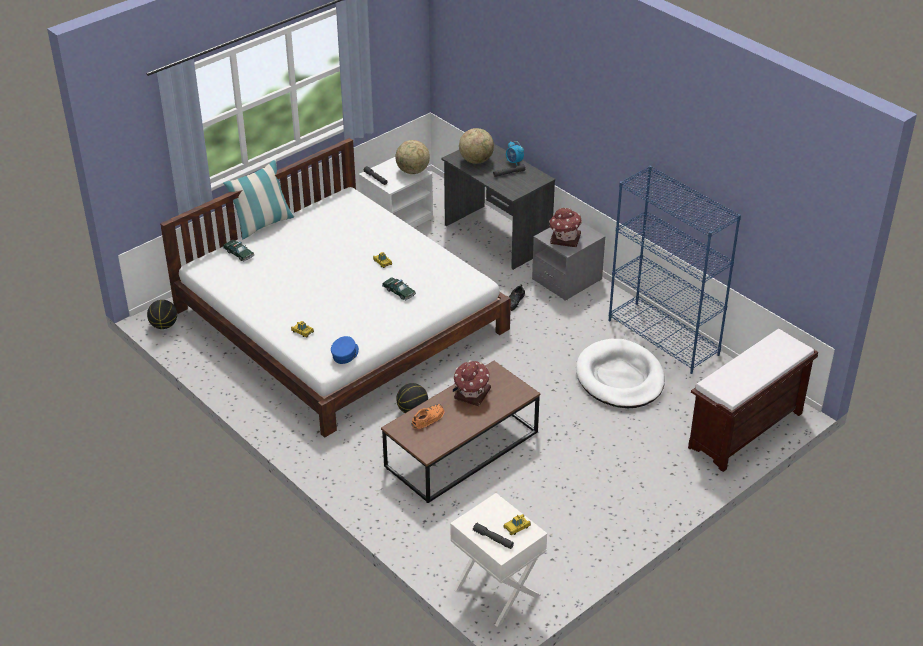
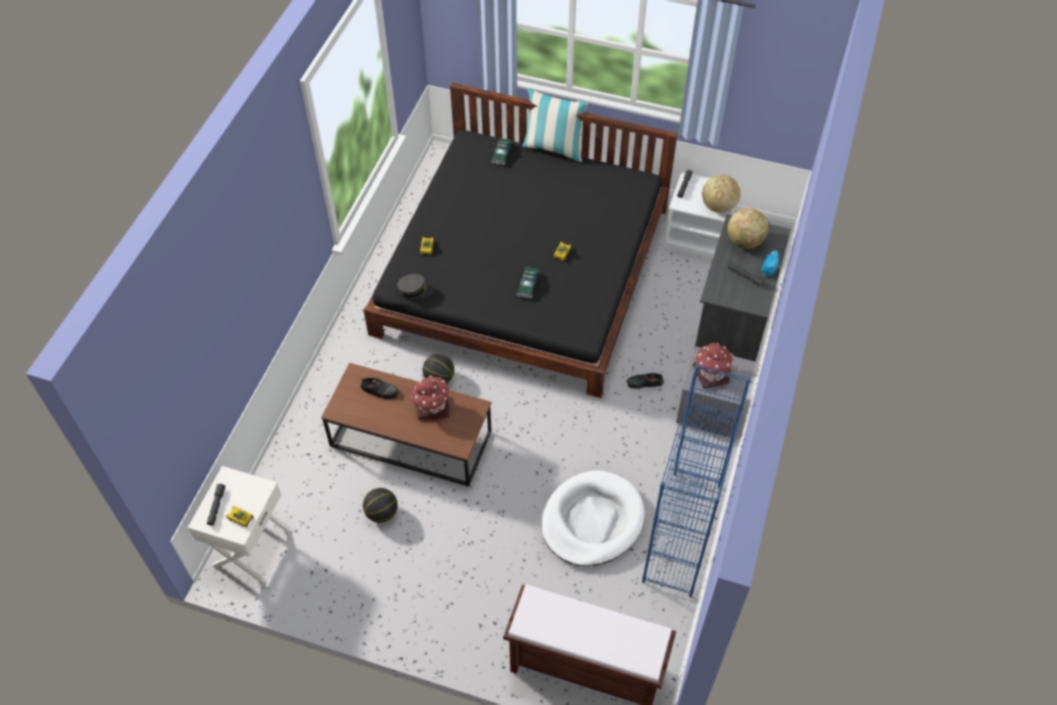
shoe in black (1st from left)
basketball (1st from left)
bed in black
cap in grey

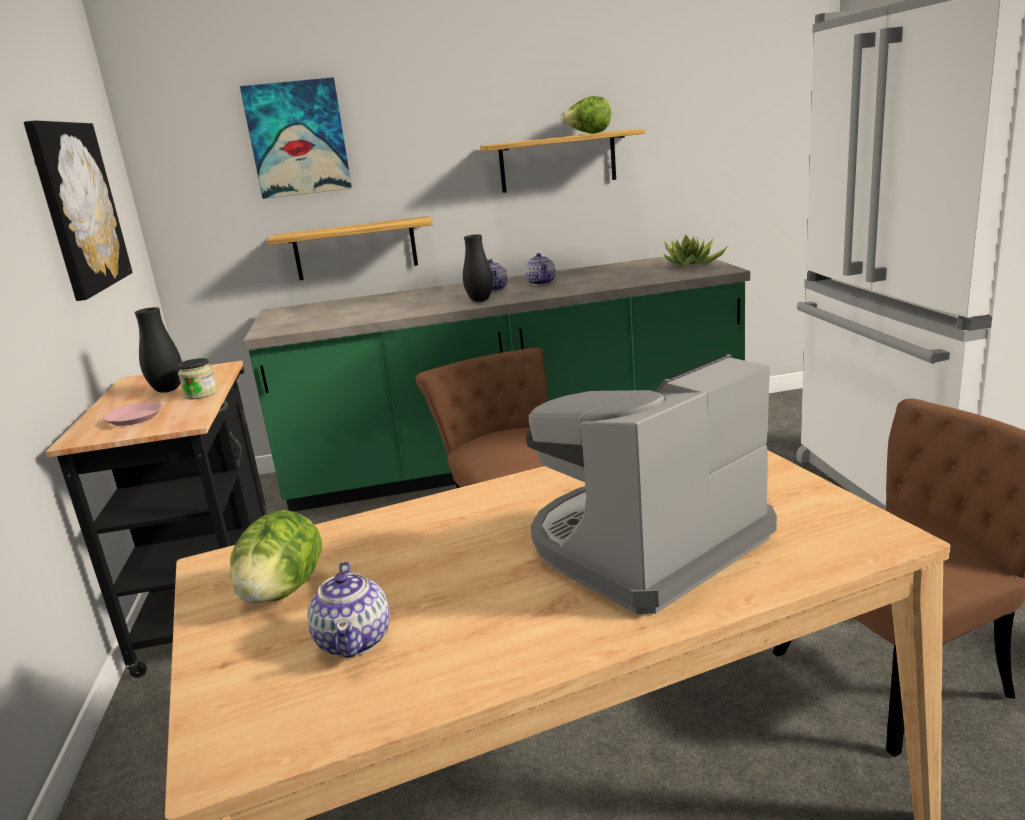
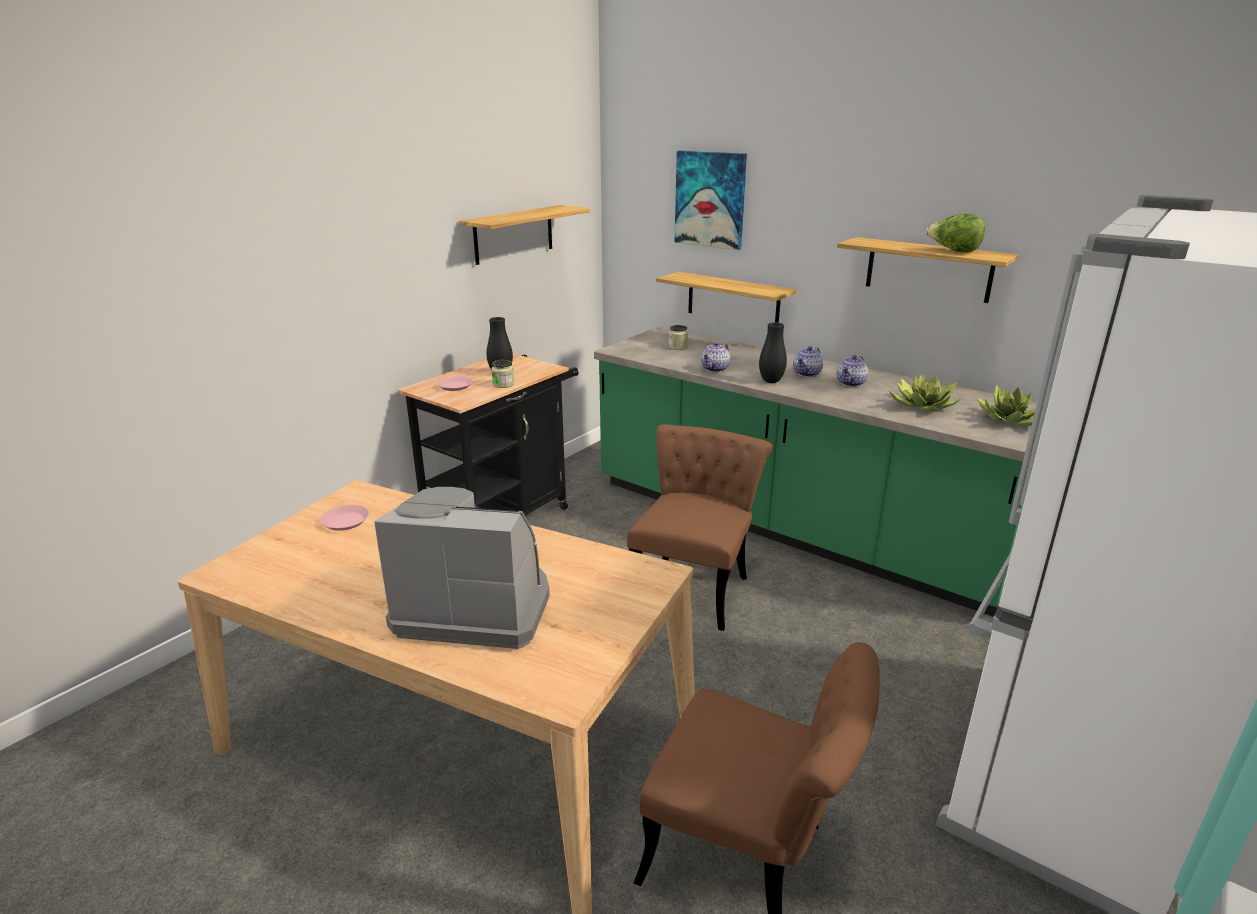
plate in pink (1st from left)
shelf (1st from left)
jar (2nd from left)
teapot (1st from left)
potted plant (1st from left)

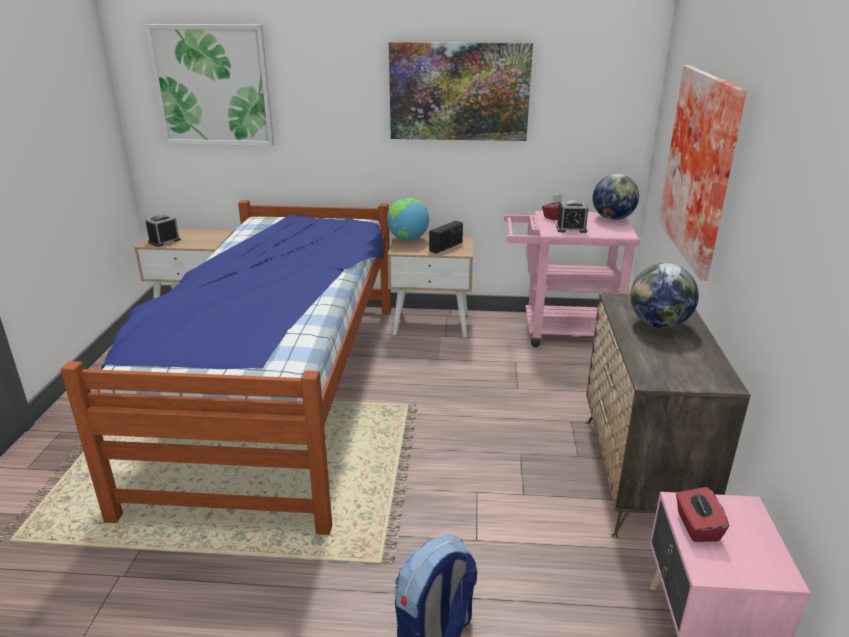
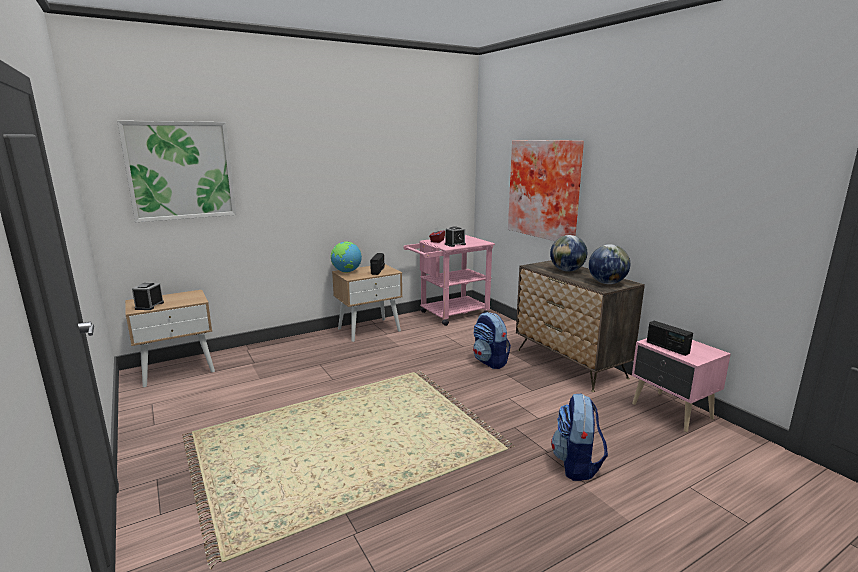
backpack (1st from left)
globe (3rd from left)
radio (2nd from left)
bed
picture (2nd from left in the first image)

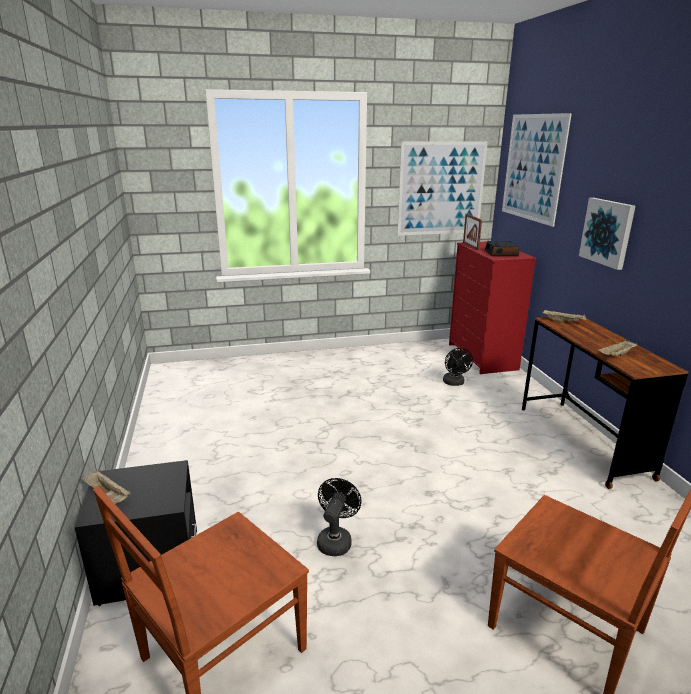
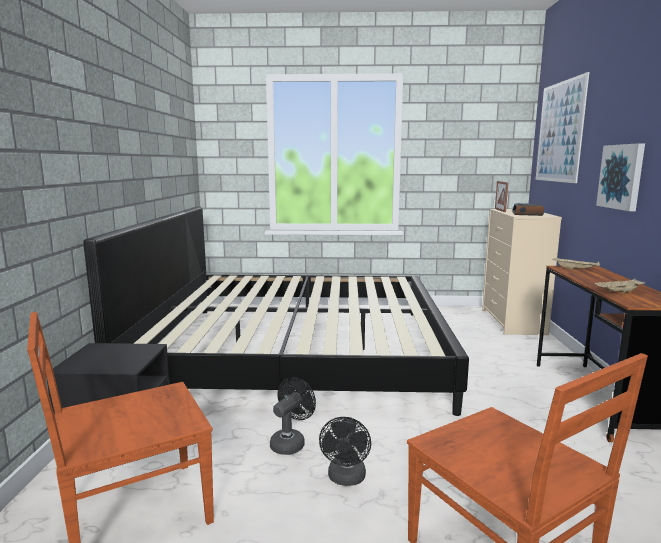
bed
fan in black (2nd from left)
dresser in beige
tray in beige (1st from left in the first image)
picture (1st from left in the first image)

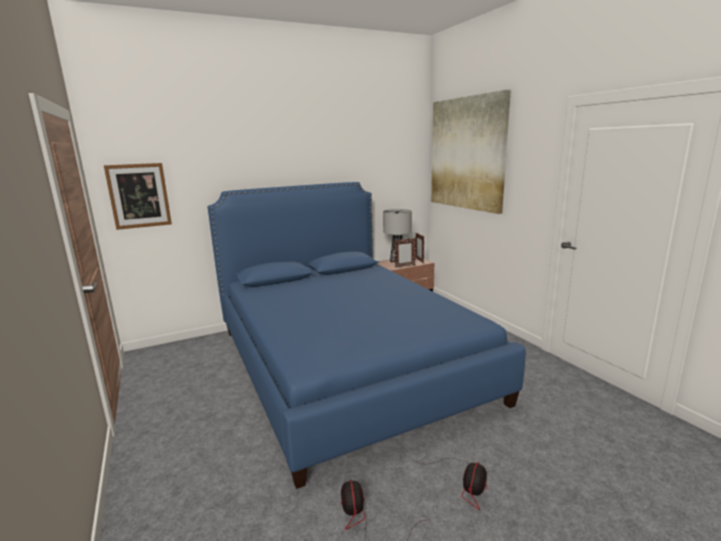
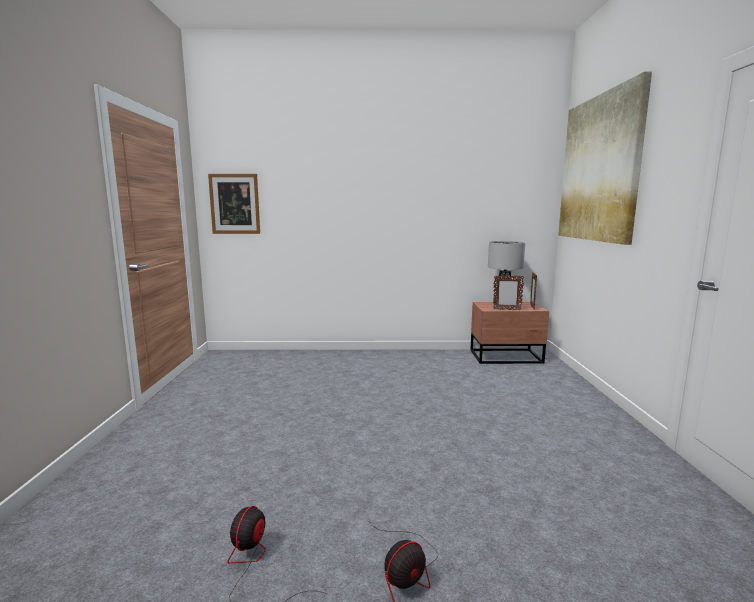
bed in blue

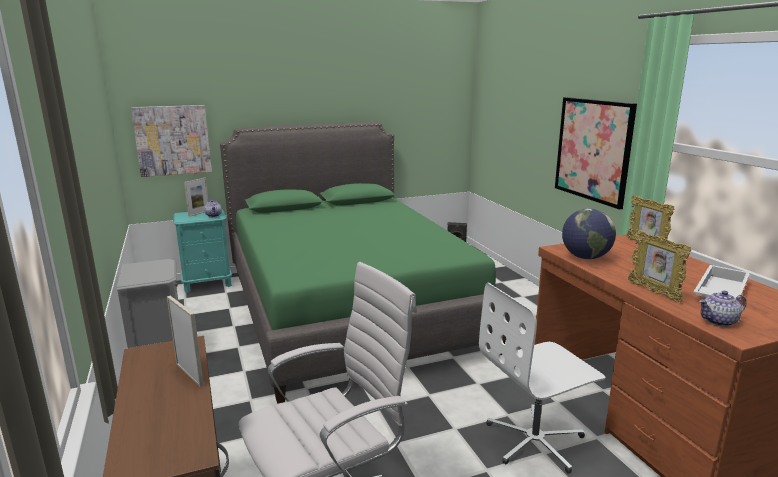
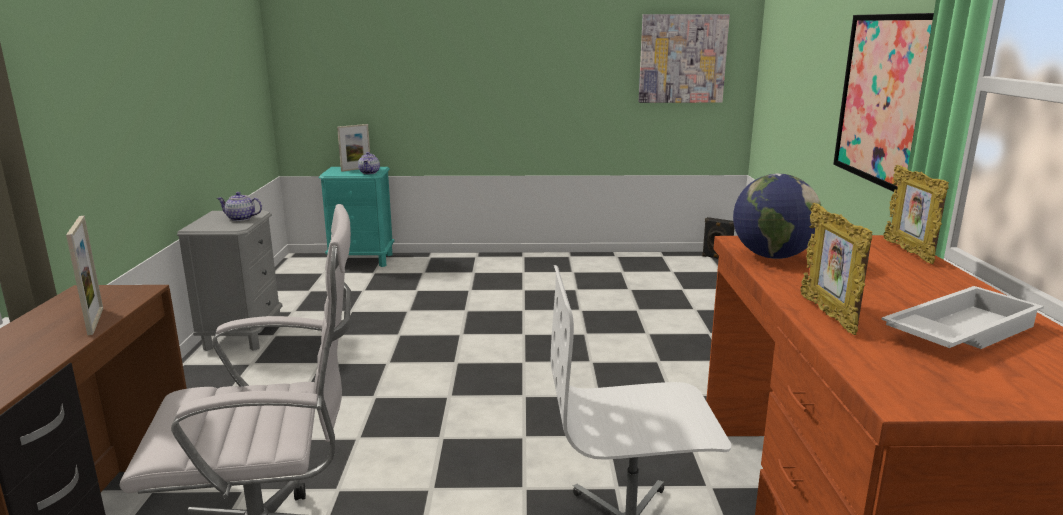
teapot (1st from left)
picture (1st from left)
bed in green

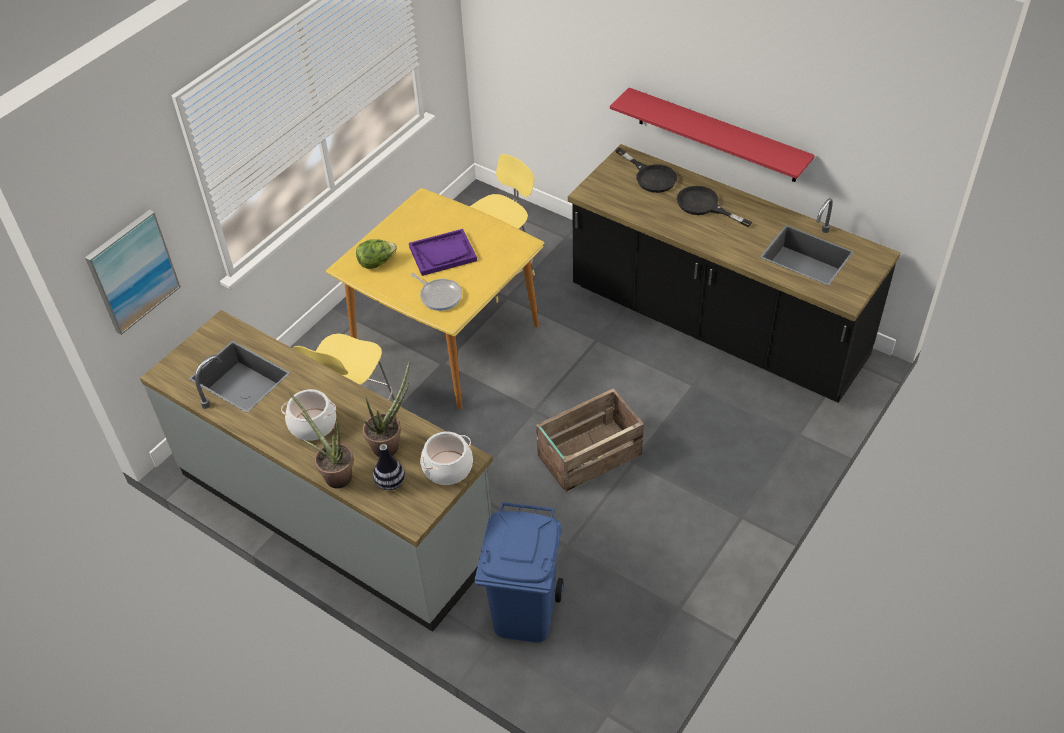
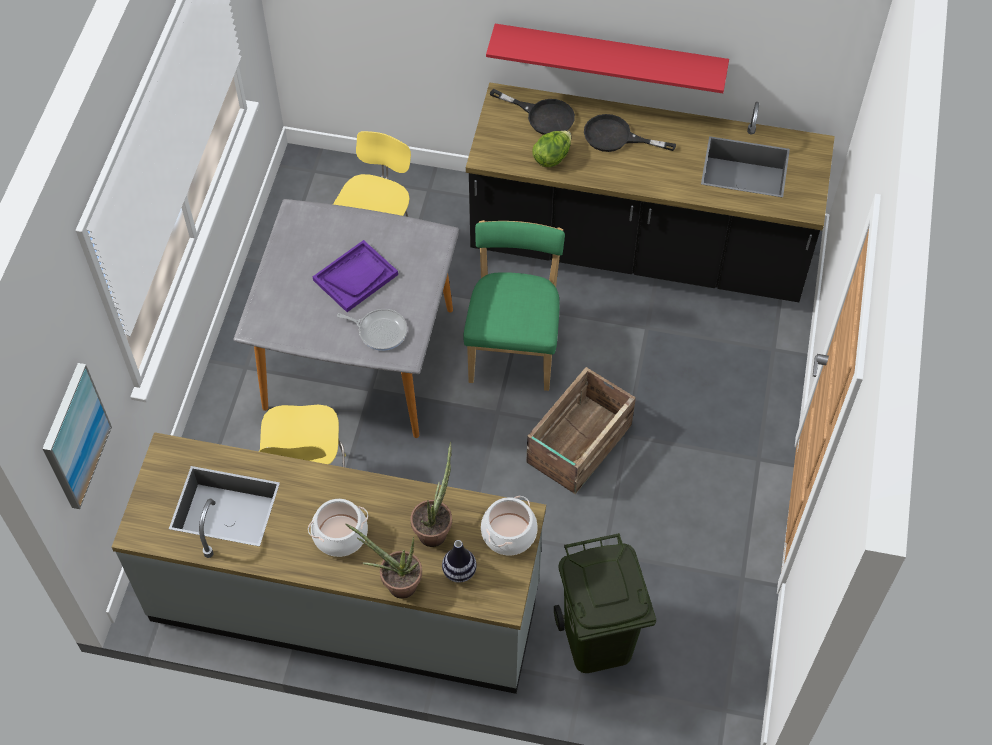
dining table in grey
chair in green
lettuce
trash can in green

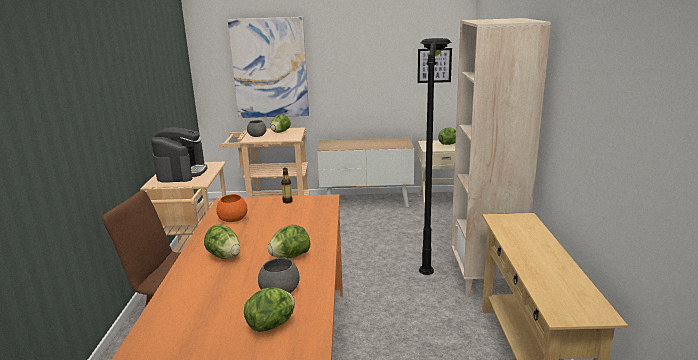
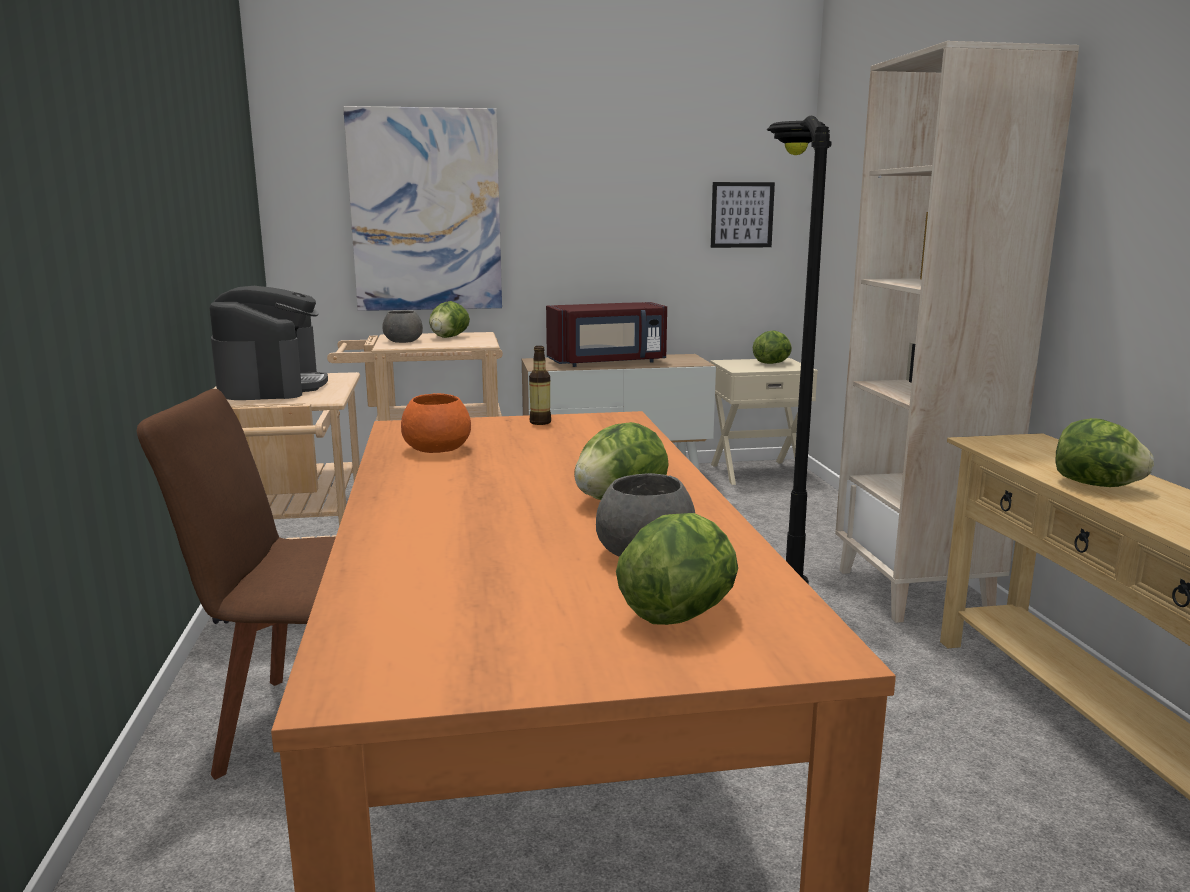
microwave in red
lettuce (5th from left)

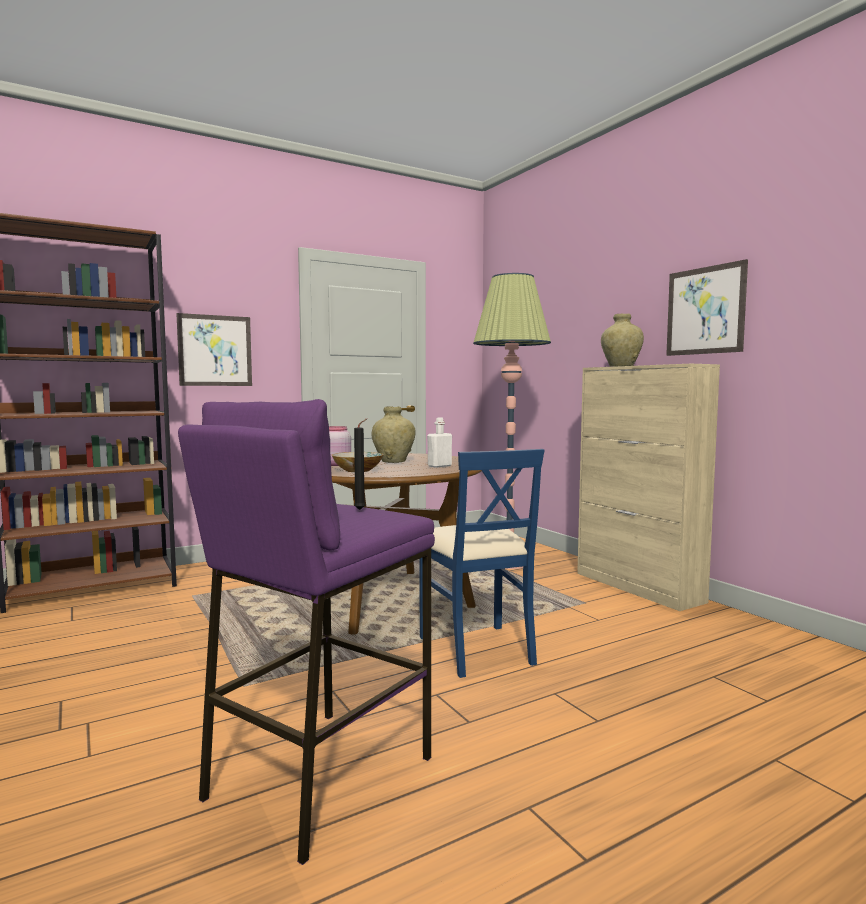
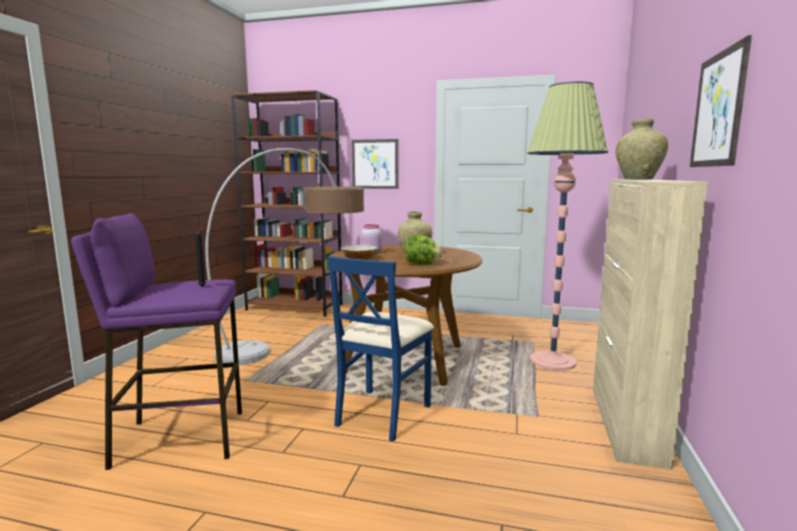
floor lamp (1st from left)
lettuce

